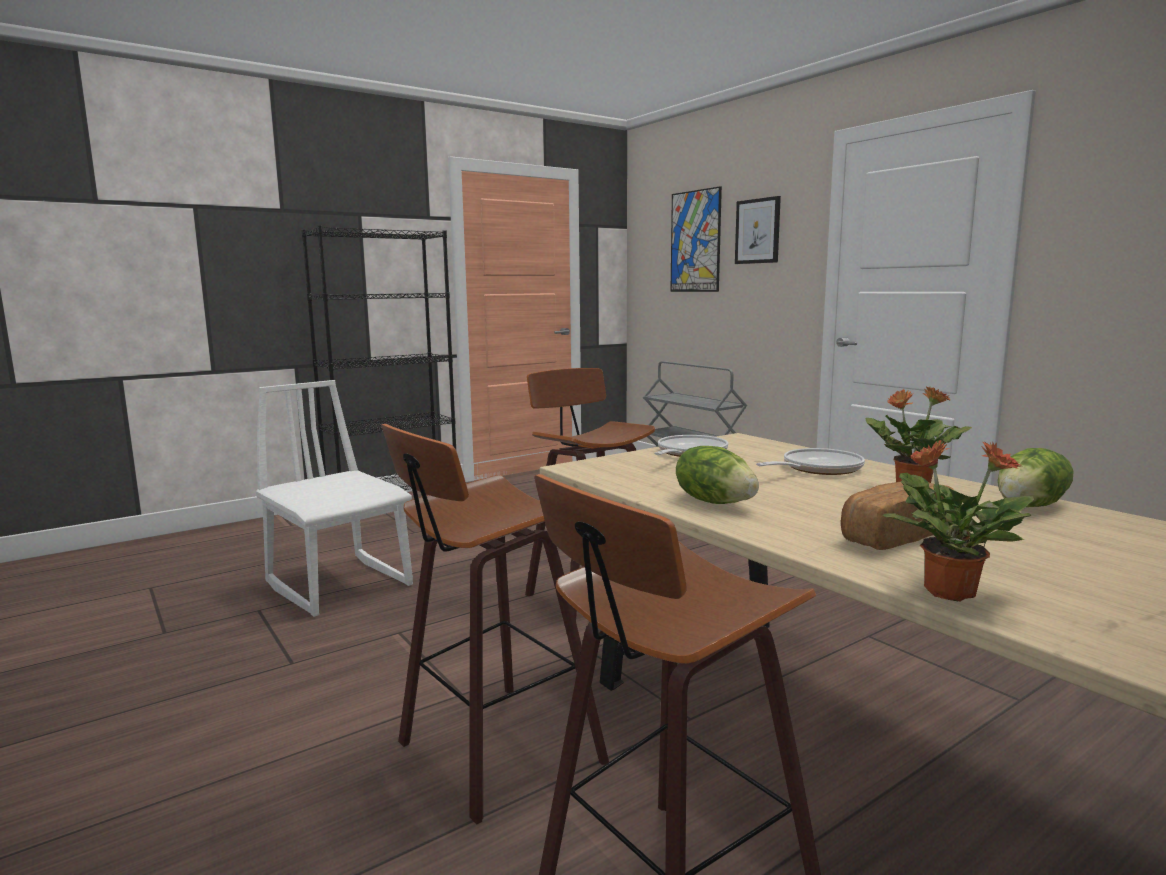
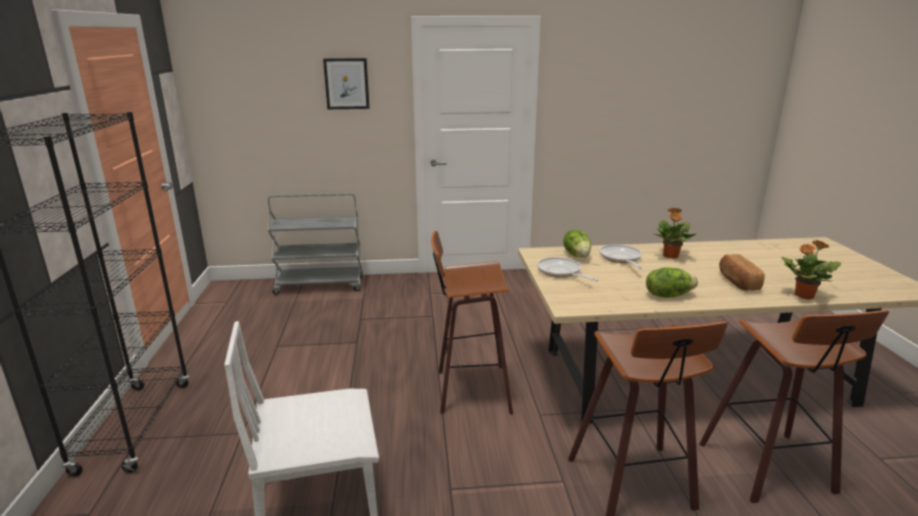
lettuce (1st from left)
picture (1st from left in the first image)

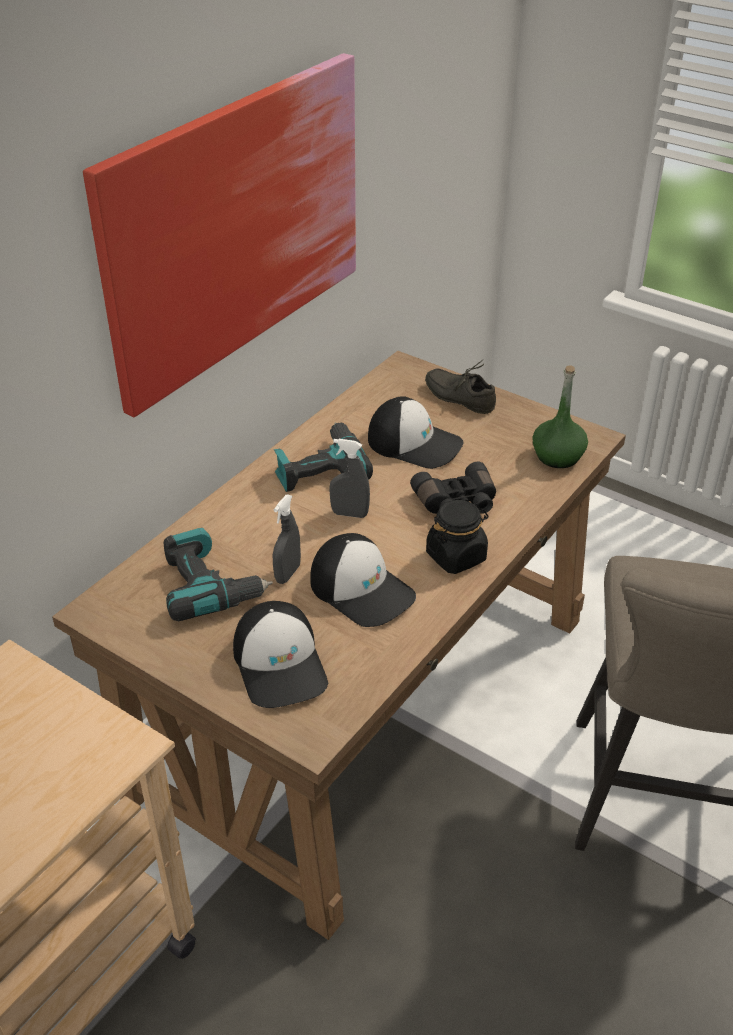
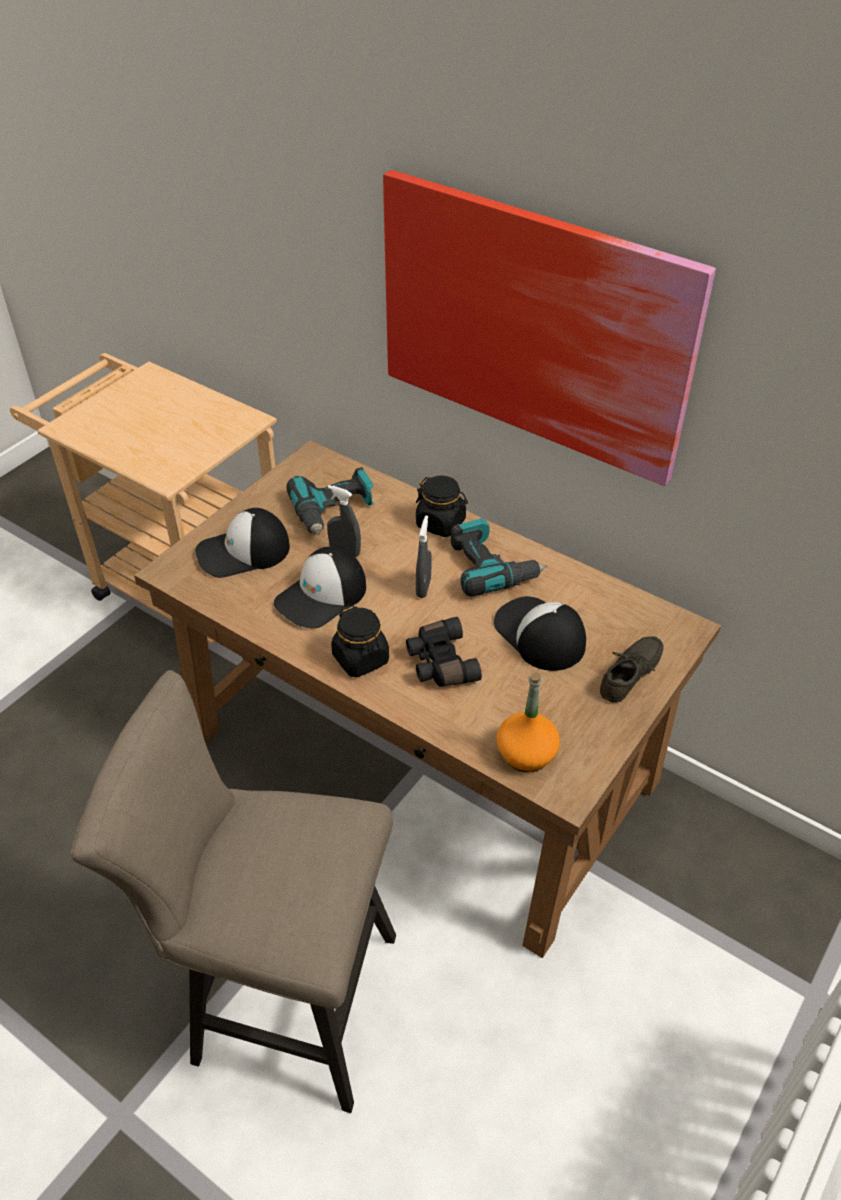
jar in black (2nd from left)
cap (3rd from left)
bottle in orange

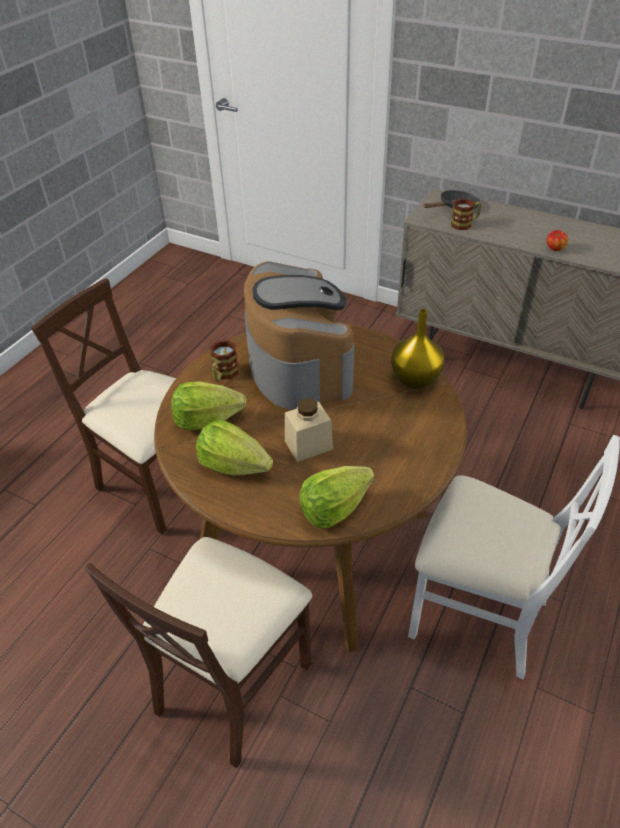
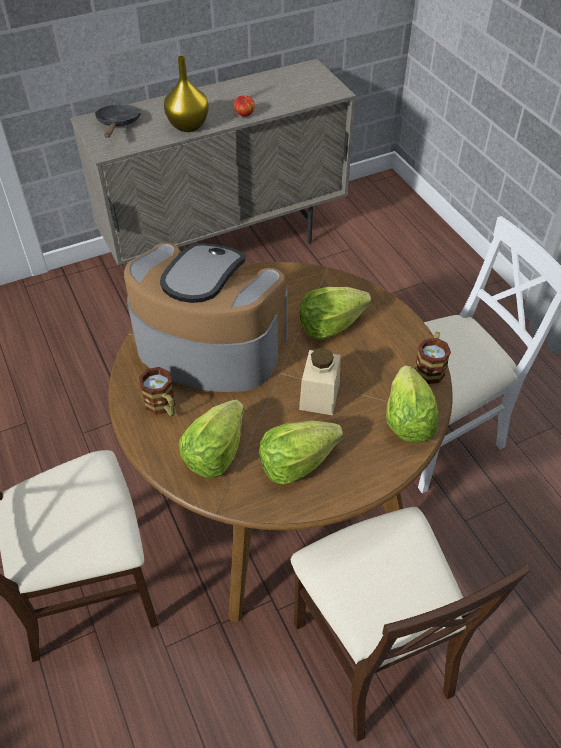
vase in yellow
lettuce (3rd from left)
mug (2nd from left)

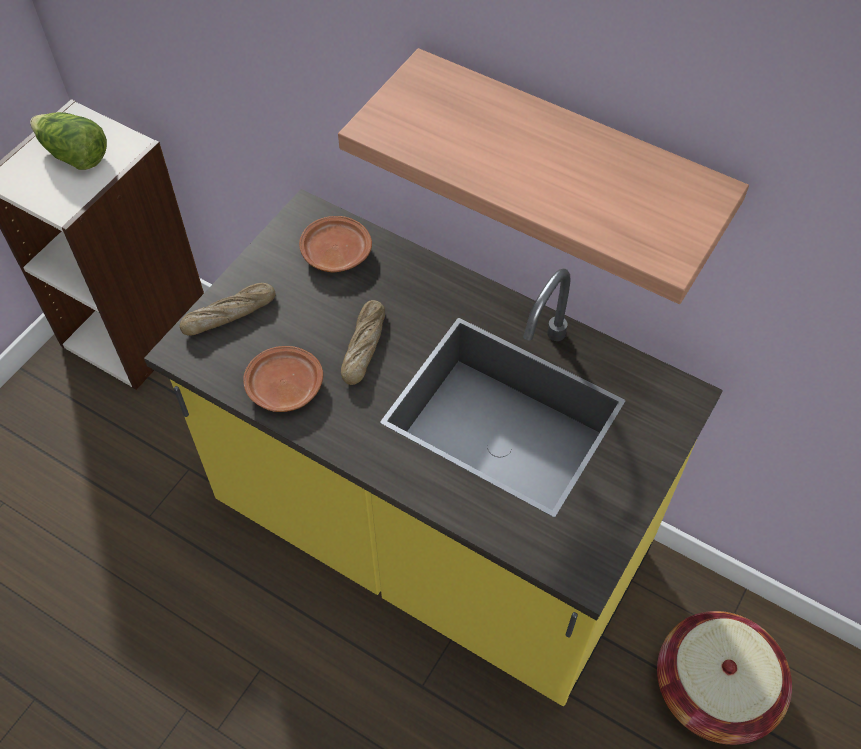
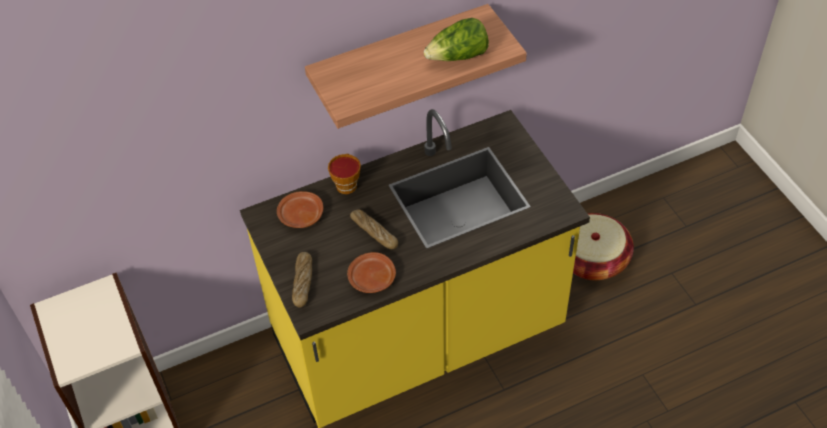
cup
lettuce

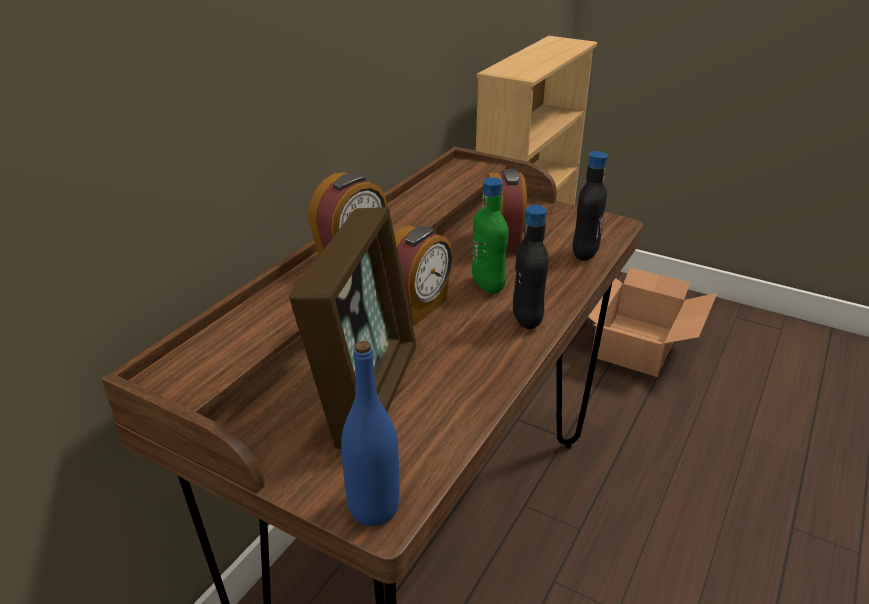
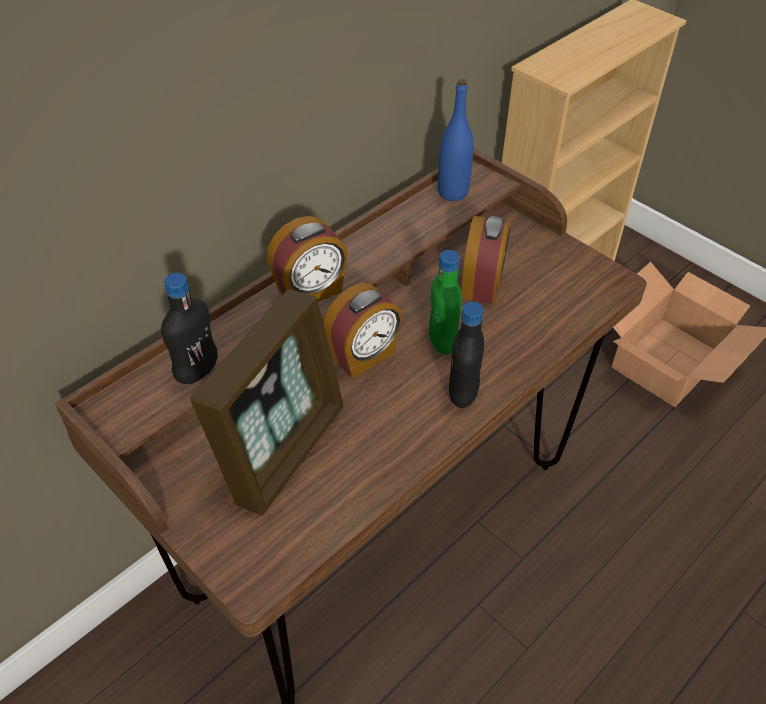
bottle in black (1st from left)
bottle in blue

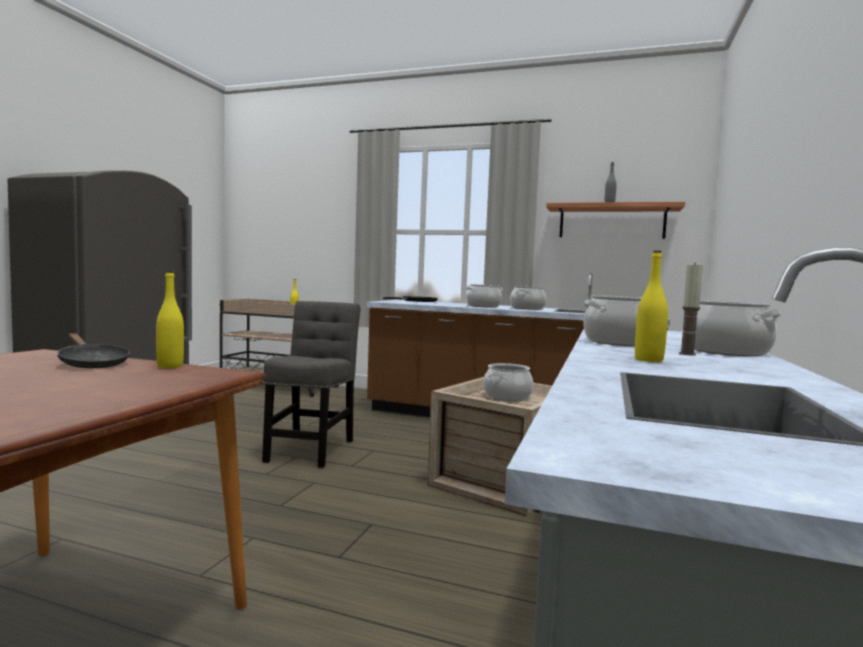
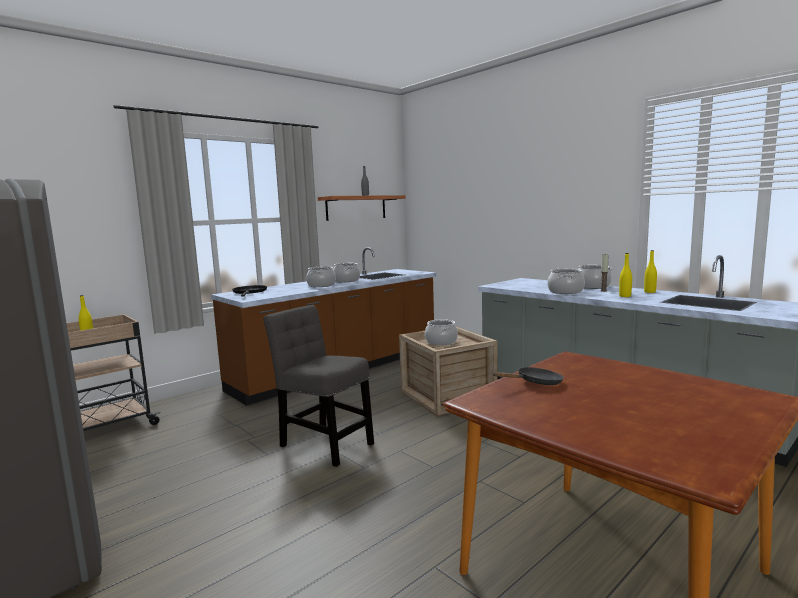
bottle in yellow (3rd from left)

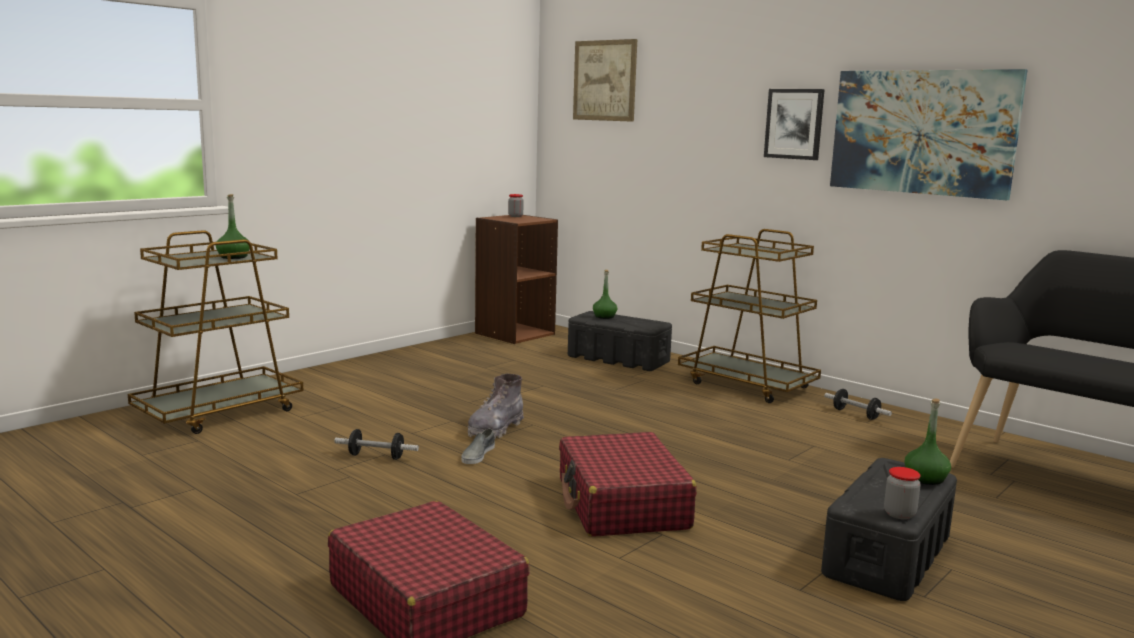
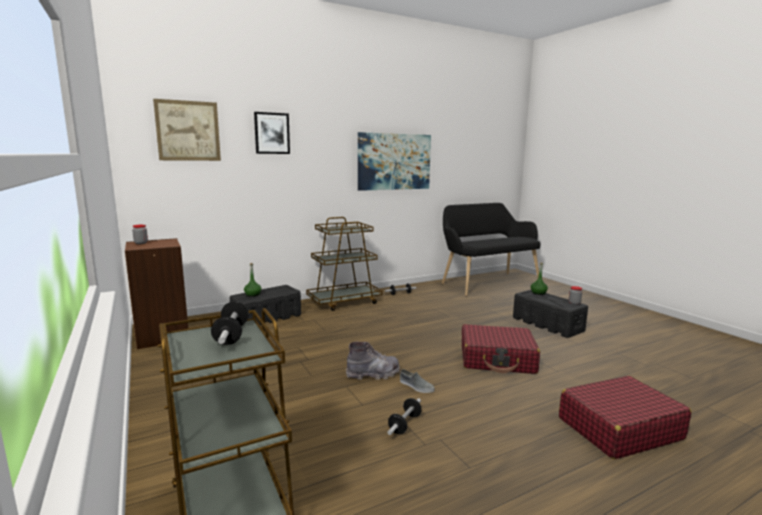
dumbbell (1st from left)
picture (2nd from left)
boot in grey

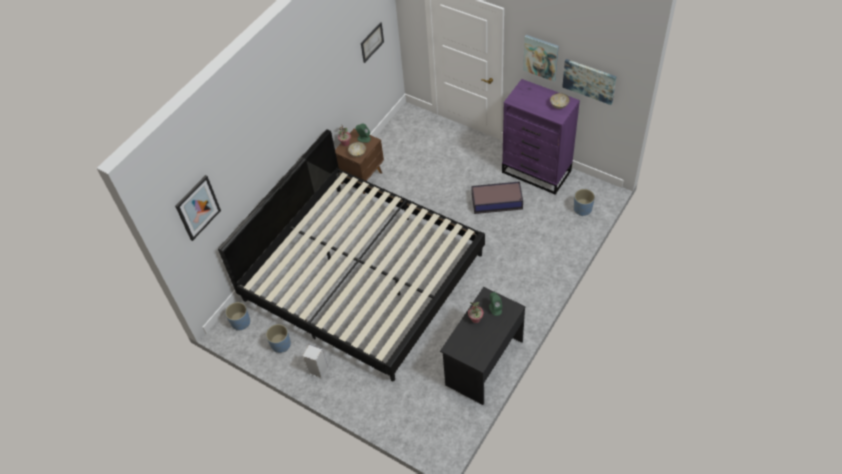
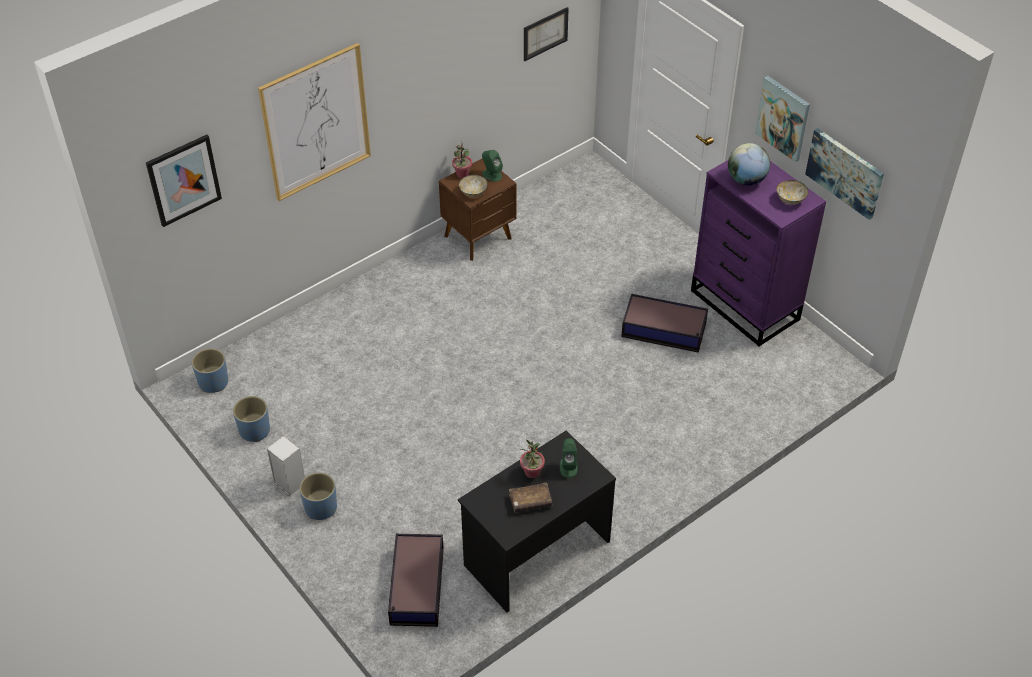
picture (2nd from left)
planter in blue (3rd from left)
storage box (1st from left)
book in brown
globe
bed

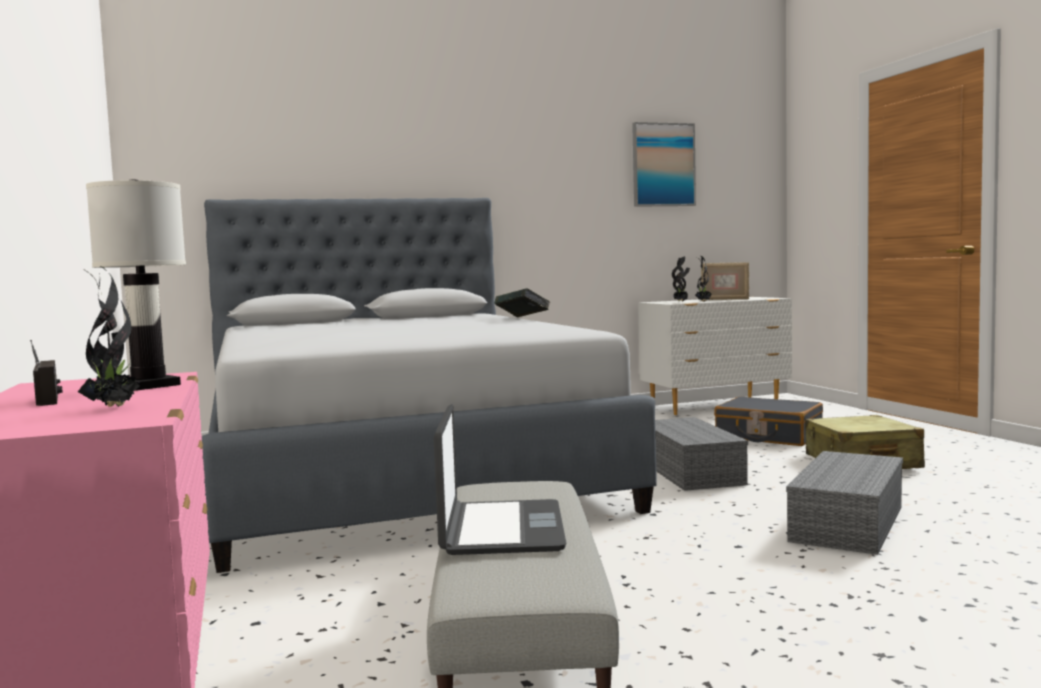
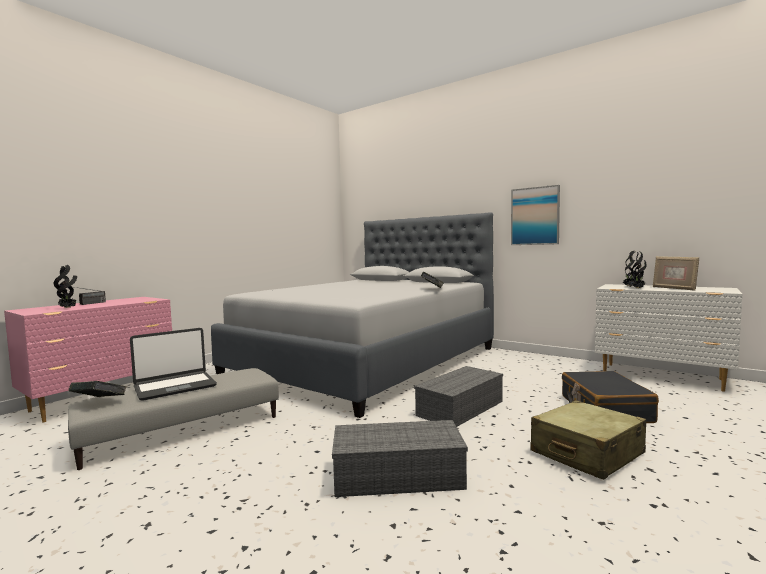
book (1st from left)
picture
table lamp in white

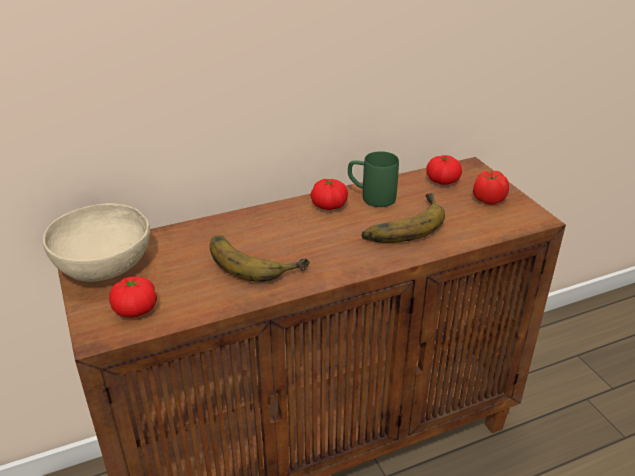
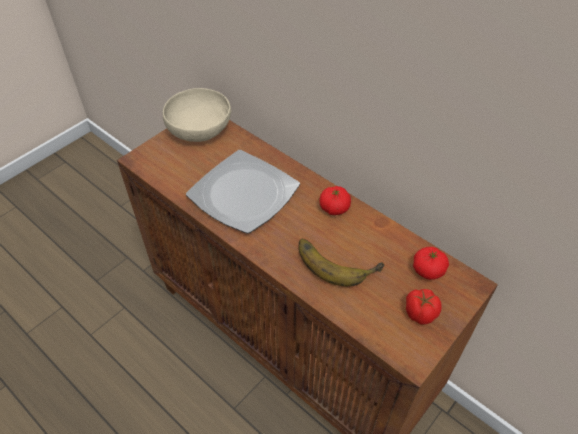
plate
tomato (1st from left in the first image)
mug in green

